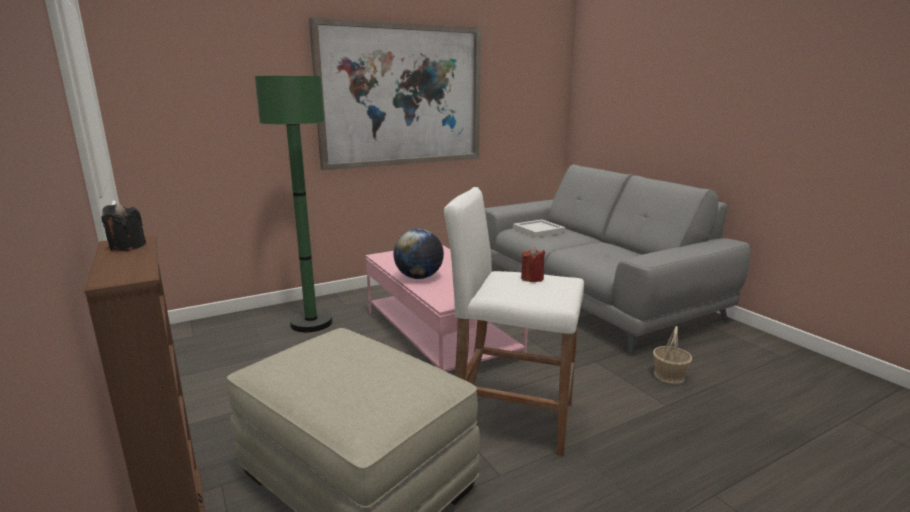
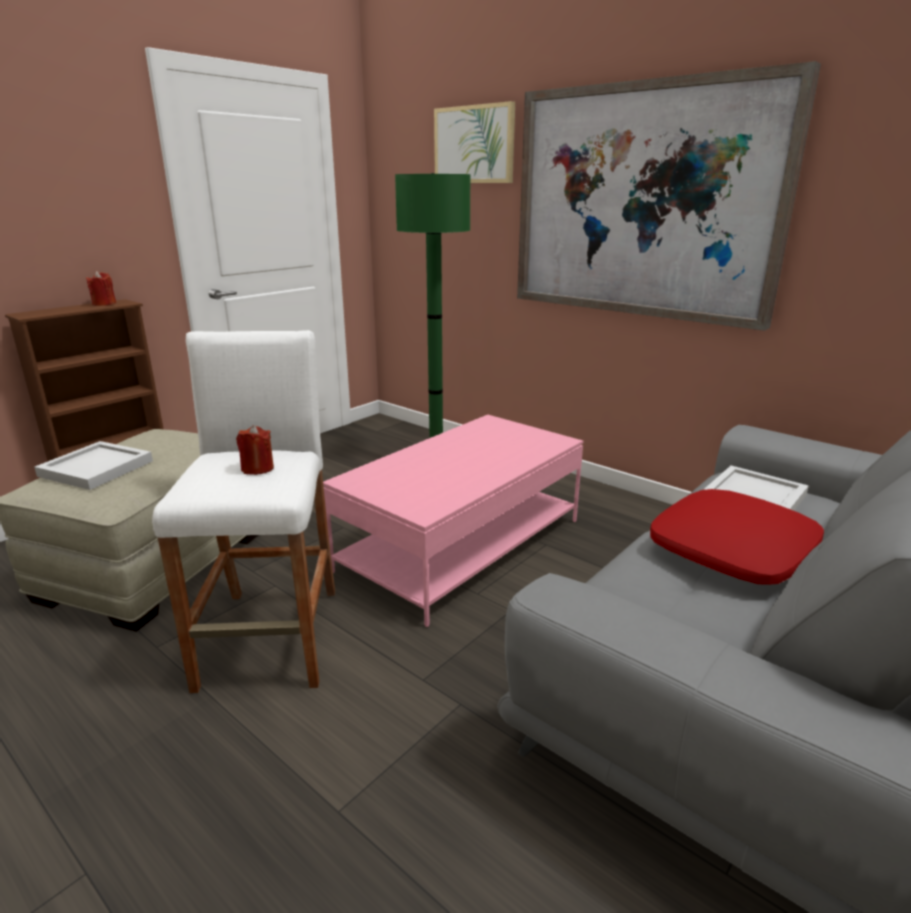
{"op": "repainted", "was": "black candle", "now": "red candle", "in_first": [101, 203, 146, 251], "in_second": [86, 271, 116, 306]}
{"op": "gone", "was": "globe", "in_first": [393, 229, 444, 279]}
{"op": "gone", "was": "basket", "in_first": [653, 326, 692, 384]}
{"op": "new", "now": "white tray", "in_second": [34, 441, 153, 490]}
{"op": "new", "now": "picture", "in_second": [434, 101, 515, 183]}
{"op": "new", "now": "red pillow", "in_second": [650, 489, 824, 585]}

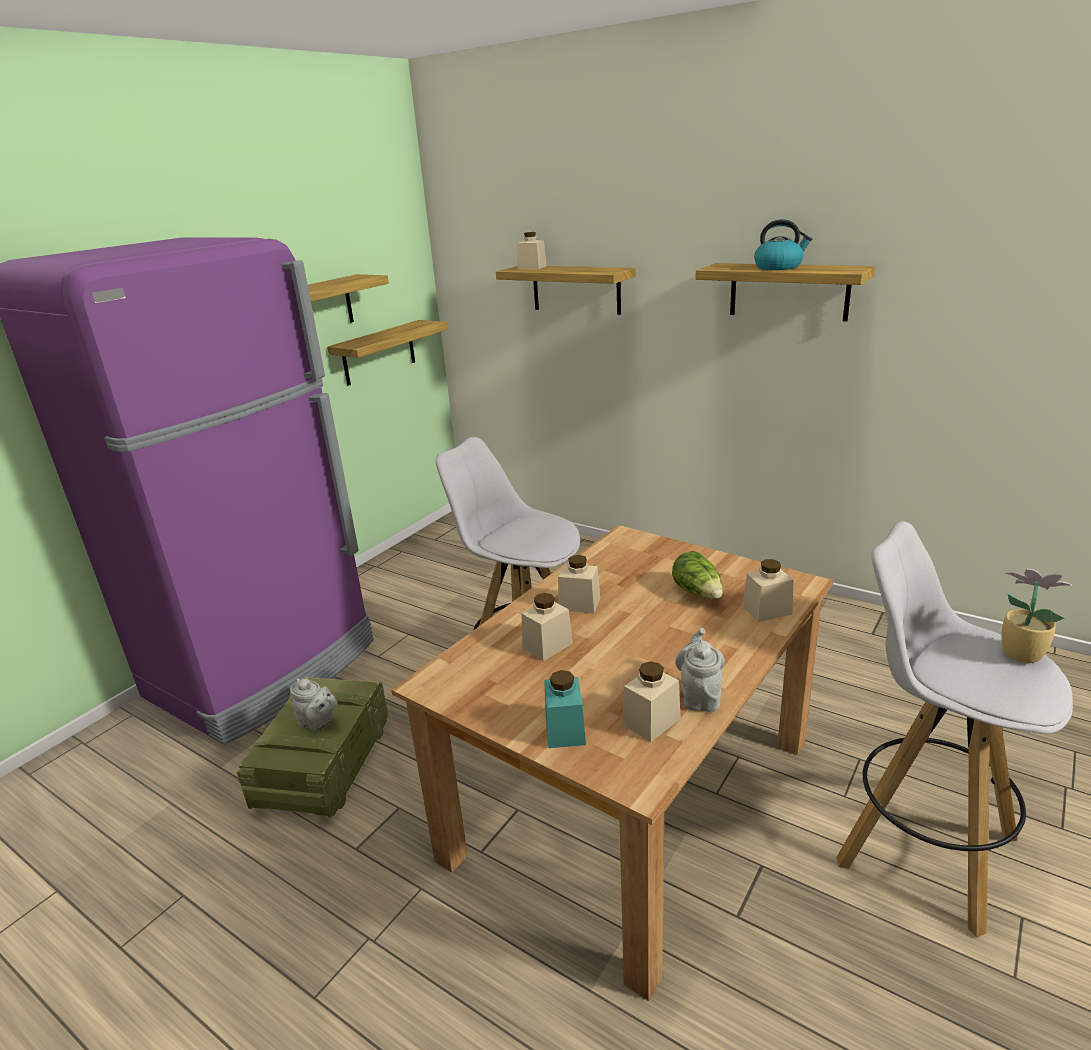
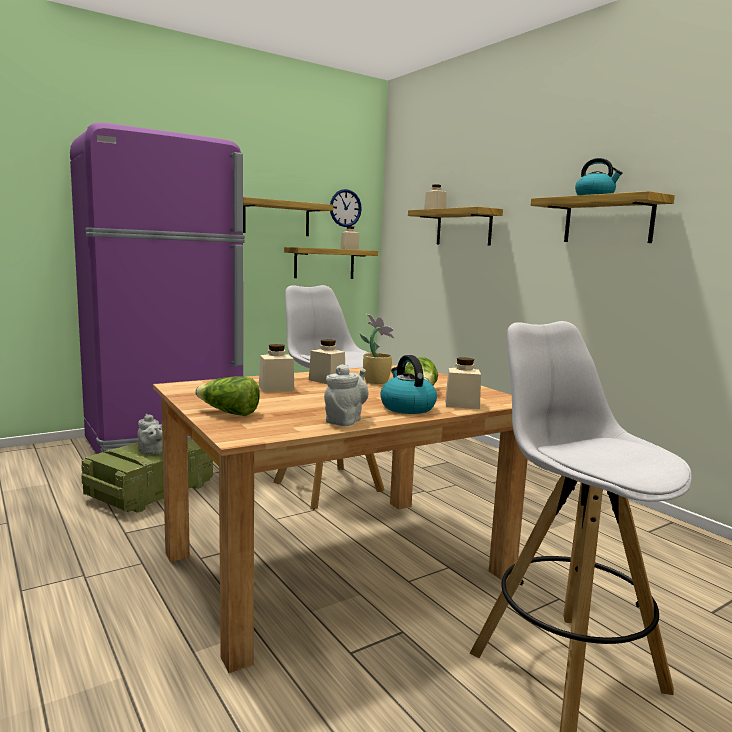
{"op": "swapped", "was": "turquoise jar", "now": "lettuce", "in_first": [544, 670, 586, 748], "in_second": [195, 376, 260, 416]}
{"op": "shifted", "was": "beige jar", "in_first": [622, 661, 681, 742], "in_second": [340, 226, 359, 250]}
{"op": "shifted", "was": "potted plant", "in_first": [1001, 569, 1072, 663], "in_second": [360, 314, 394, 384]}
{"op": "new", "now": "wall clock", "in_second": [330, 189, 362, 227]}
{"op": "new", "now": "kettle", "in_second": [381, 355, 437, 414]}

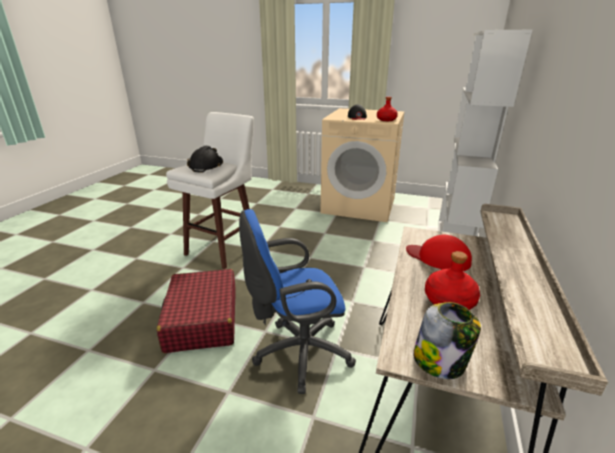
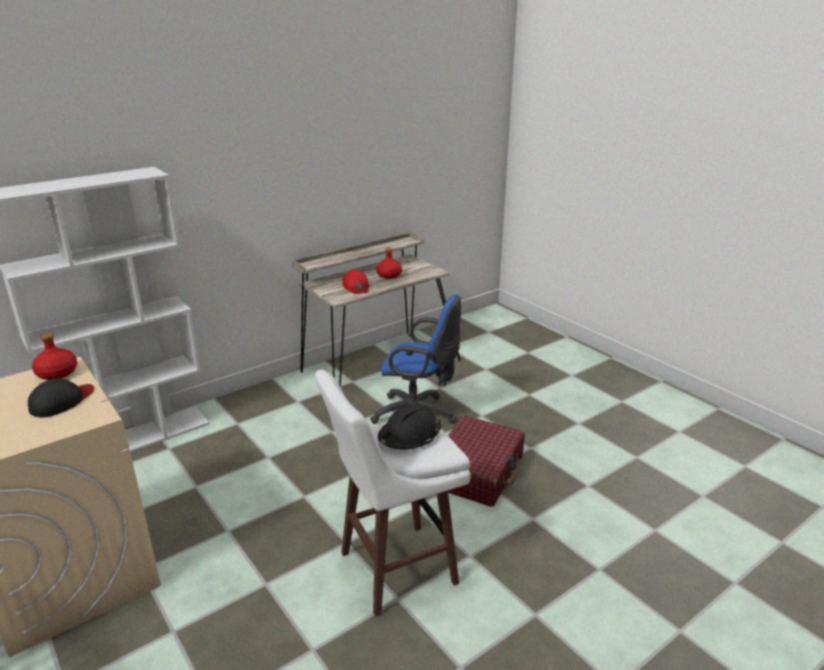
{"op": "gone", "was": "jar", "in_first": [413, 302, 481, 379]}

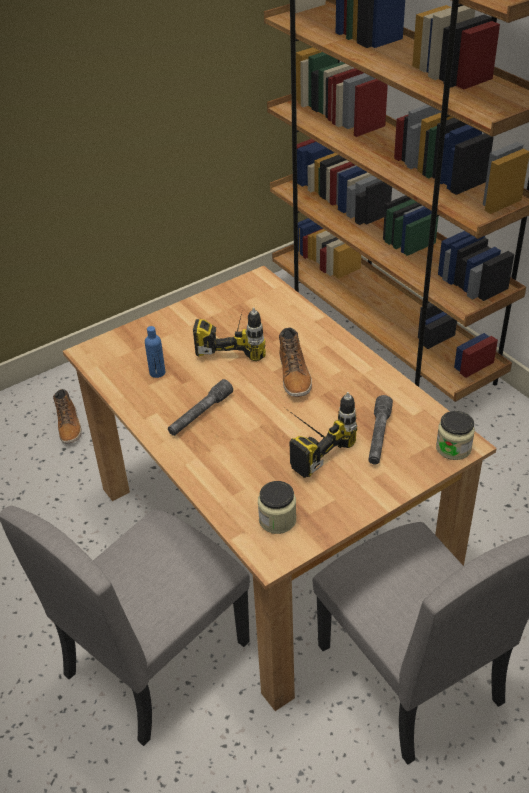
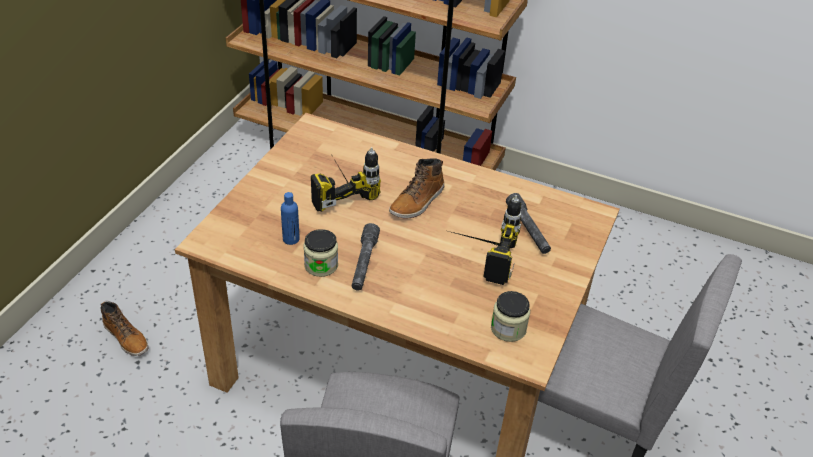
{"op": "rotated", "was": "boot", "in_first": [279, 327, 312, 397], "in_second": [389, 158, 444, 219], "clockwise": 75}
{"op": "shifted", "was": "jar", "in_first": [436, 411, 475, 460], "in_second": [304, 229, 338, 277]}

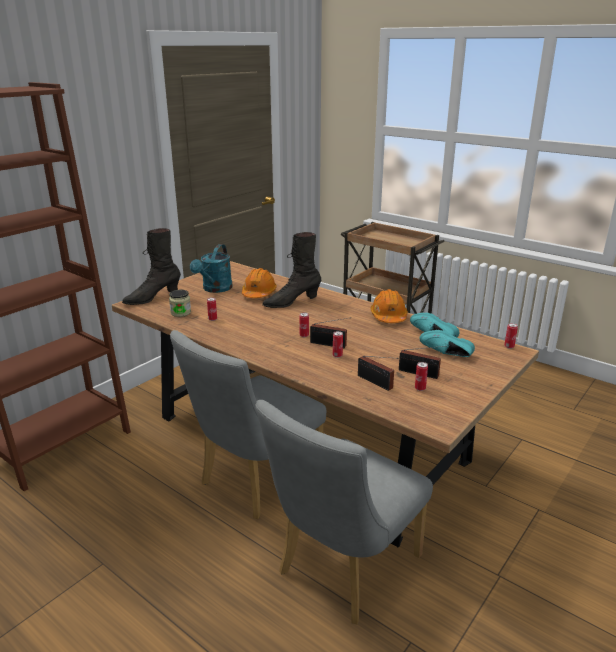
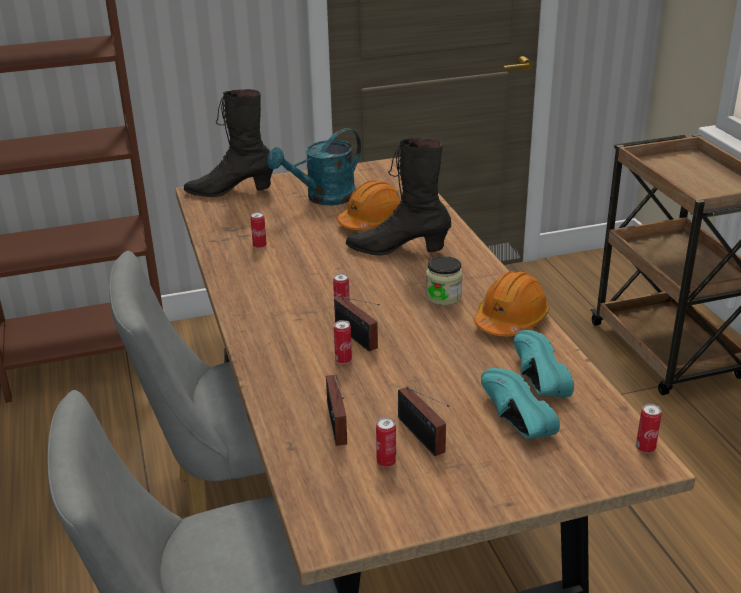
{"op": "shifted", "was": "jar", "in_first": [169, 290, 191, 317], "in_second": [426, 256, 463, 306]}

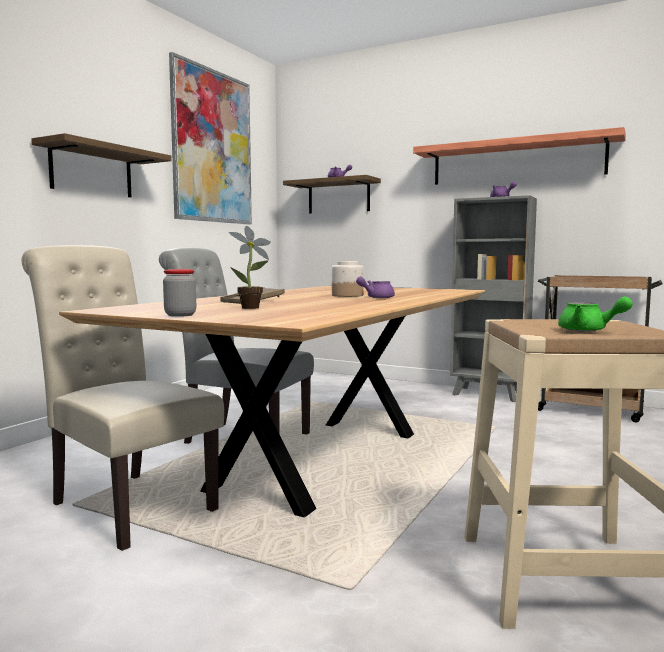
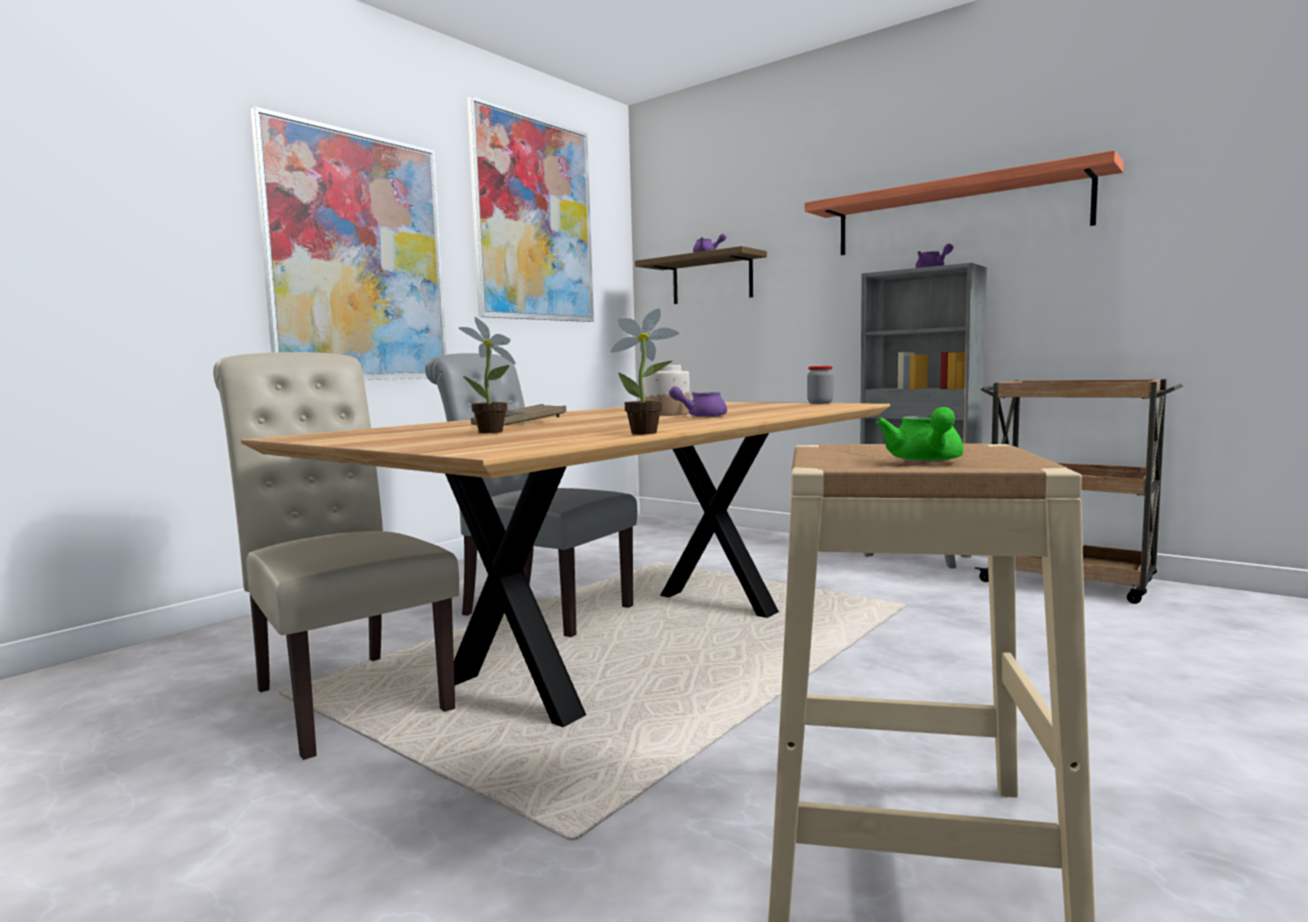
{"op": "swapped", "was": "shelf", "now": "picture", "in_first": [31, 133, 172, 197], "in_second": [251, 106, 447, 380]}
{"op": "shifted", "was": "jar", "in_first": [163, 269, 196, 317], "in_second": [807, 366, 833, 404]}
{"op": "rotated", "was": "green teapot", "in_first": [558, 297, 633, 331], "in_second": [876, 407, 963, 462], "clockwise": 45}
{"op": "new", "now": "potted plant", "in_second": [611, 308, 680, 434]}

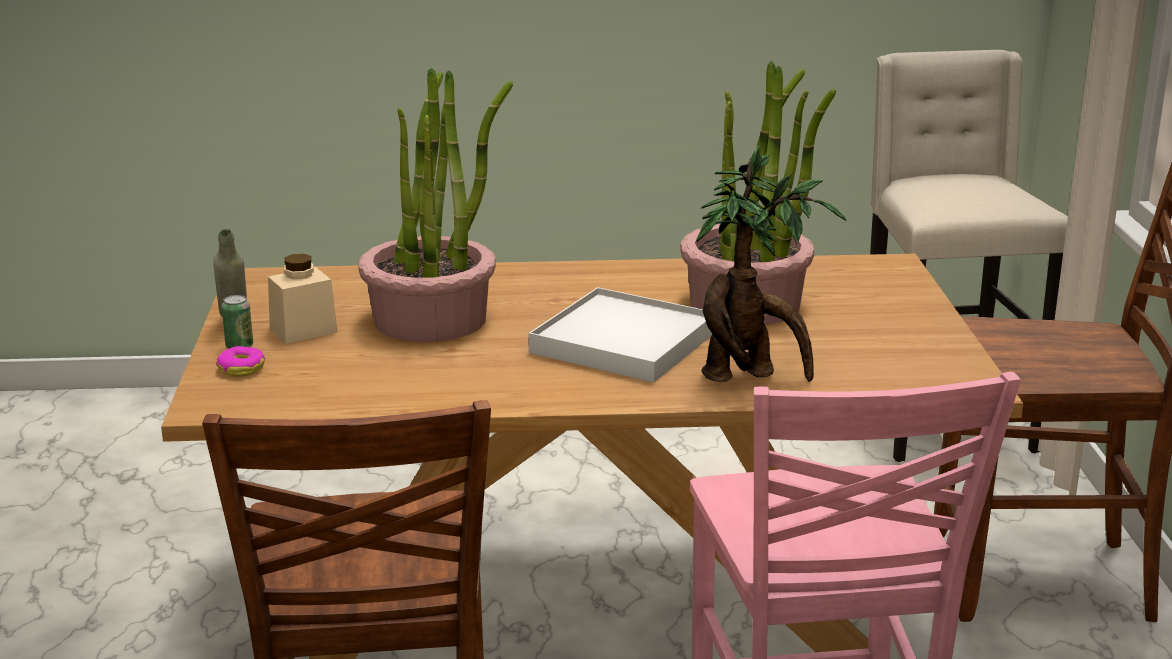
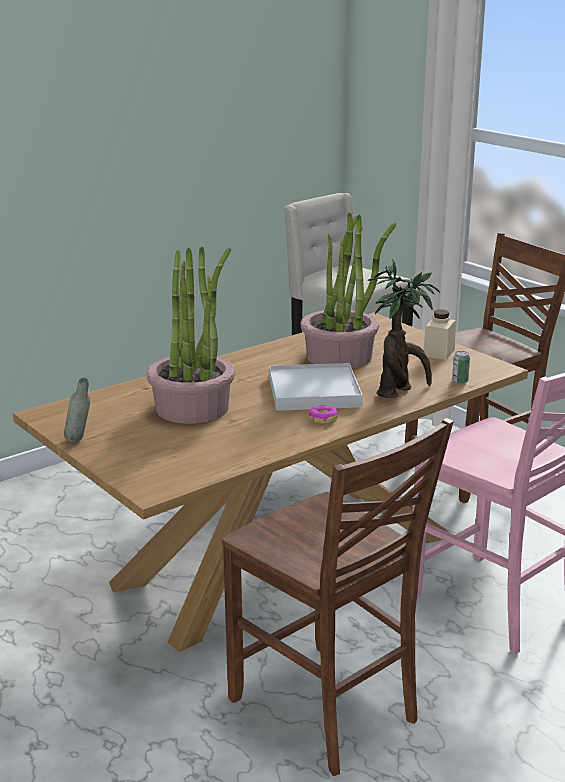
{"op": "shifted", "was": "donut", "in_first": [216, 346, 265, 376], "in_second": [308, 405, 338, 424]}
{"op": "shifted", "was": "can", "in_first": [222, 295, 253, 349], "in_second": [452, 351, 470, 384]}
{"op": "shifted", "was": "beige jar", "in_first": [268, 254, 338, 344], "in_second": [423, 310, 456, 360]}

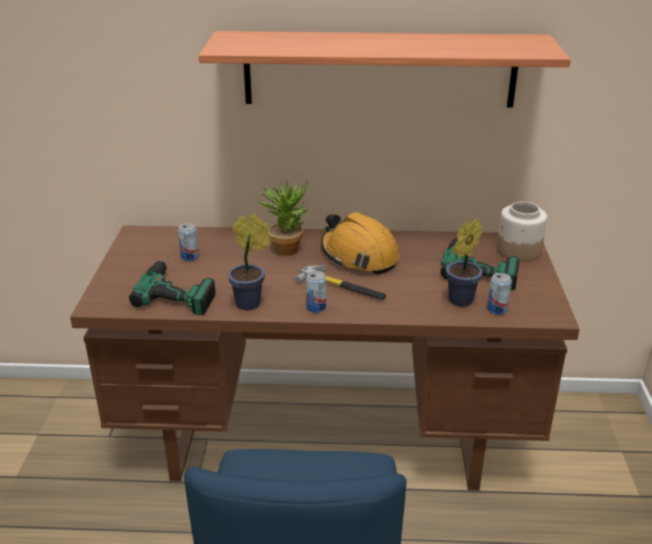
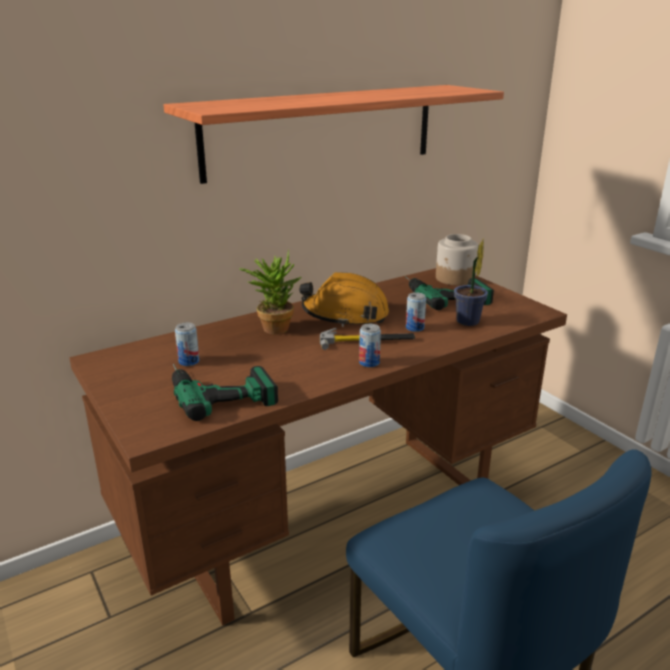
{"op": "gone", "was": "potted plant", "in_first": [228, 214, 271, 310]}
{"op": "shifted", "was": "can", "in_first": [487, 273, 512, 315], "in_second": [406, 292, 426, 332]}

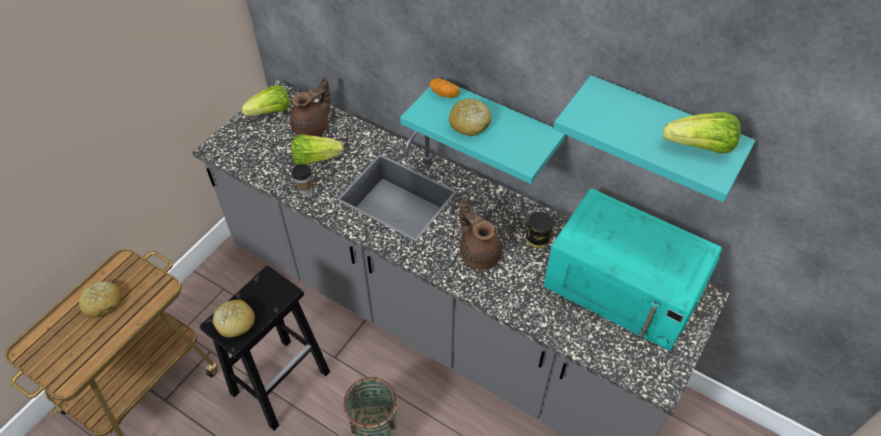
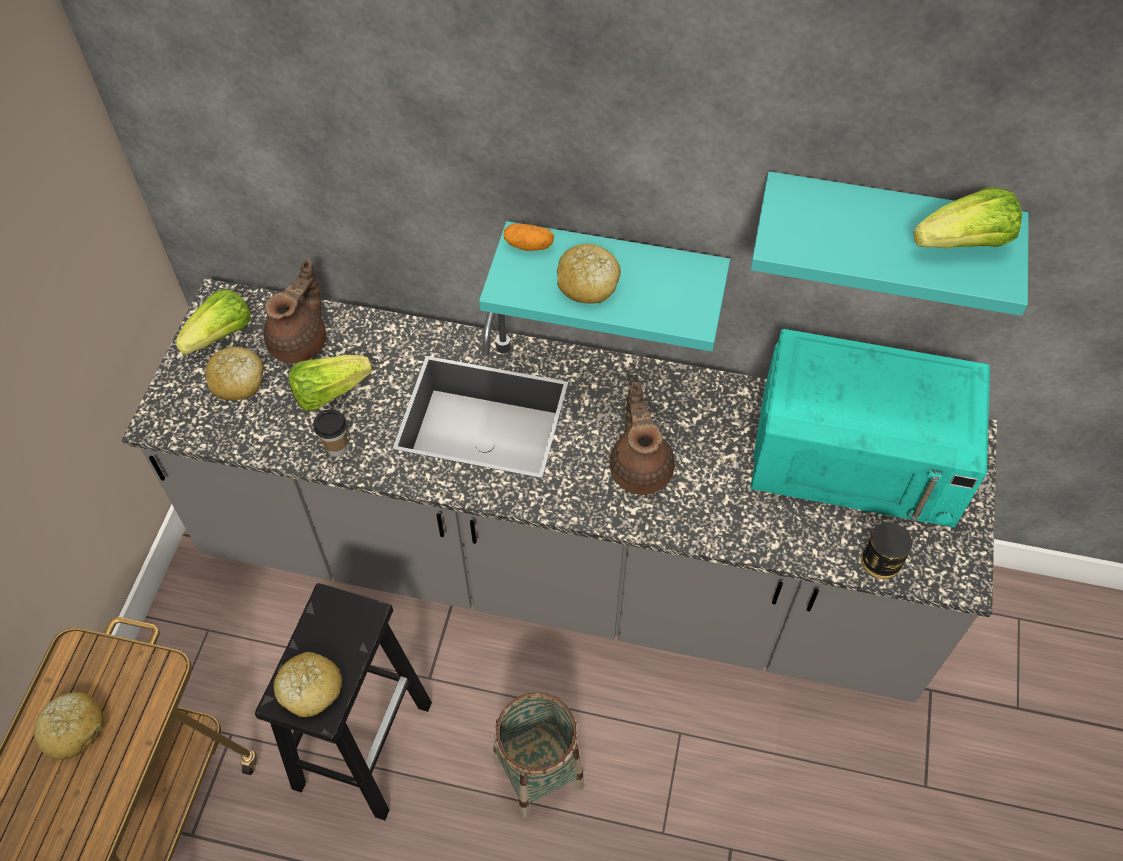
{"op": "rotated", "was": "brown teapot", "in_first": [460, 199, 502, 270], "in_second": [610, 382, 675, 495], "clockwise": 45}
{"op": "shifted", "was": "can", "in_first": [525, 212, 553, 248], "in_second": [861, 522, 912, 579]}
{"op": "new", "now": "bread", "in_second": [206, 347, 263, 401]}

